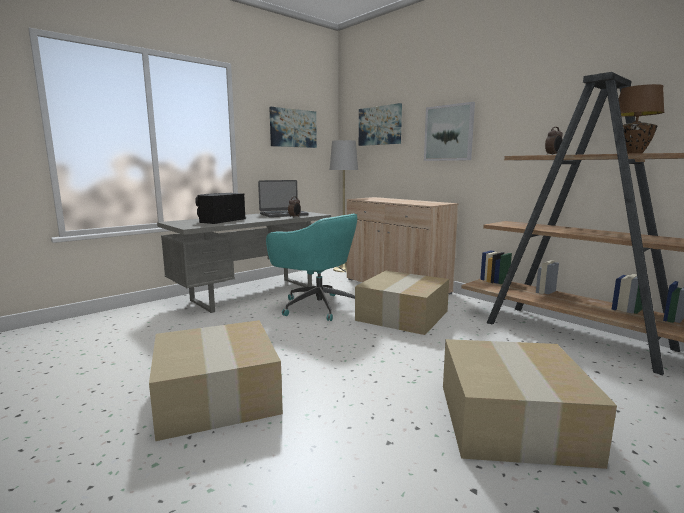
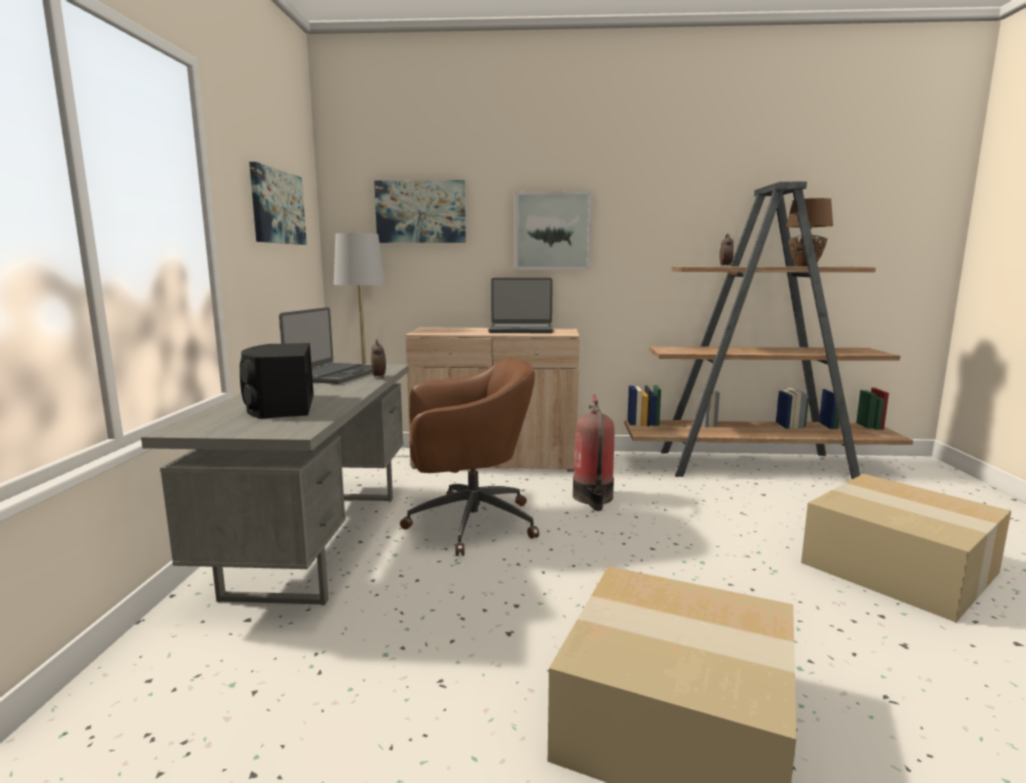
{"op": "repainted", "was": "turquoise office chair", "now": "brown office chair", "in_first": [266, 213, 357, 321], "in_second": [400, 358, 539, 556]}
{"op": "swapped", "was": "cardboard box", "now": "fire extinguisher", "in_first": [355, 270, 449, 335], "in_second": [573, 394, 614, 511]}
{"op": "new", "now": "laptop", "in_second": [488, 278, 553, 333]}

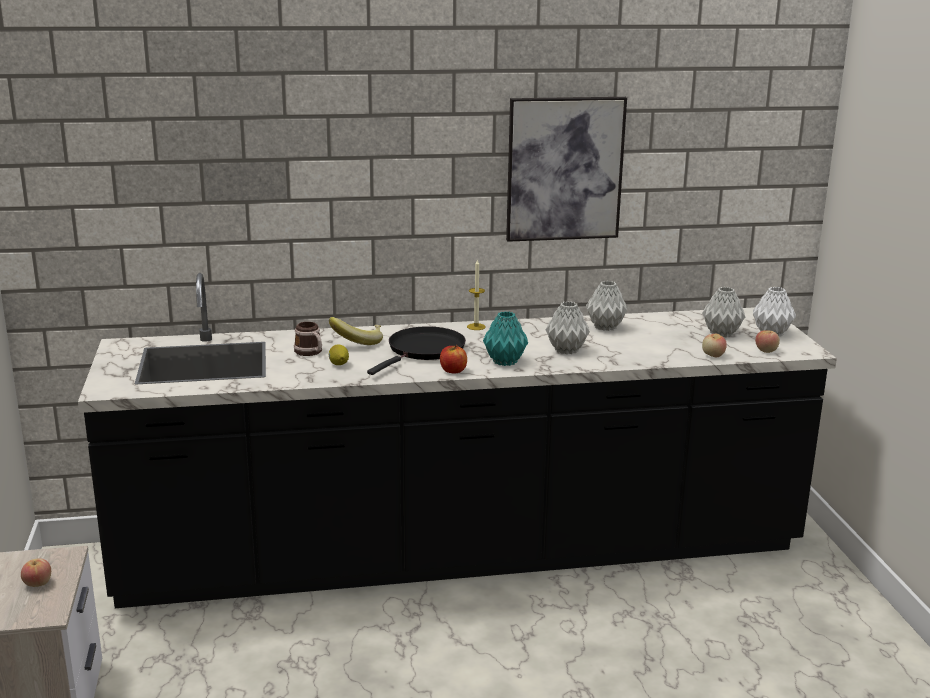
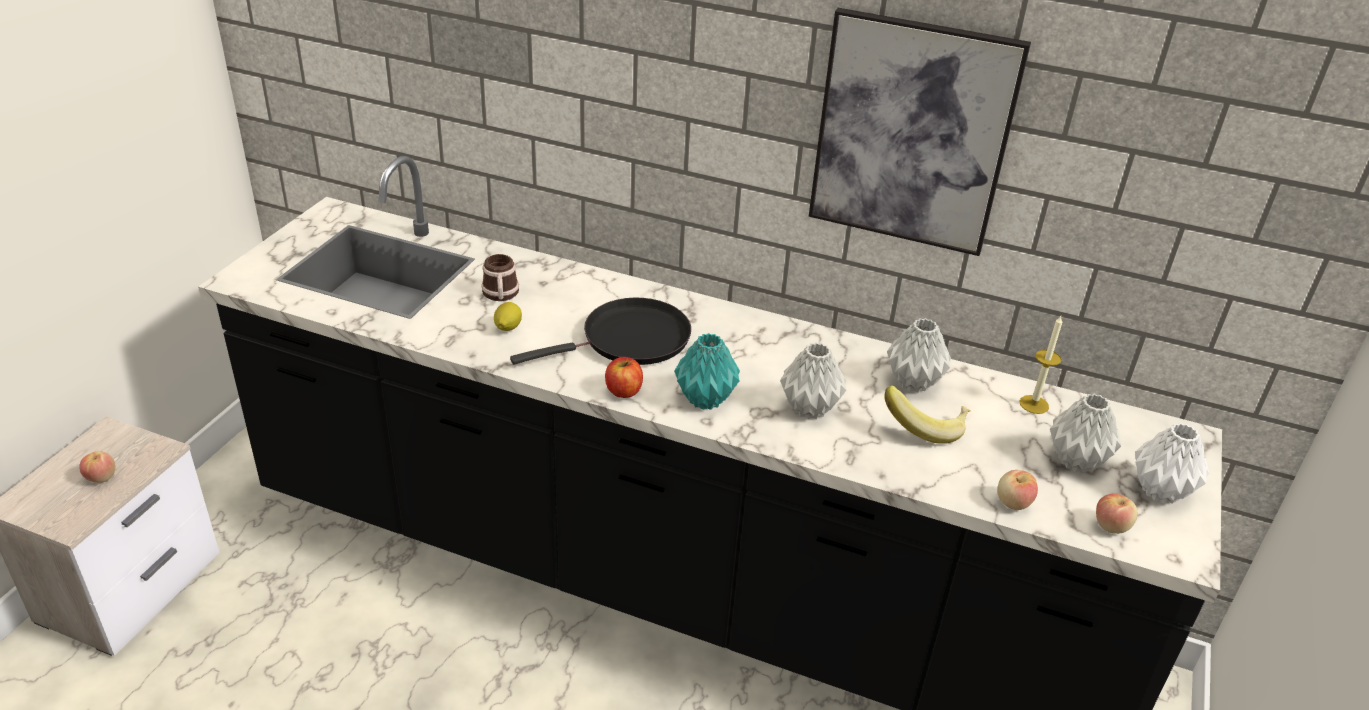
{"op": "shifted", "was": "banana", "in_first": [329, 317, 383, 345], "in_second": [884, 385, 971, 444]}
{"op": "shifted", "was": "candle", "in_first": [467, 259, 486, 330], "in_second": [1019, 316, 1062, 414]}

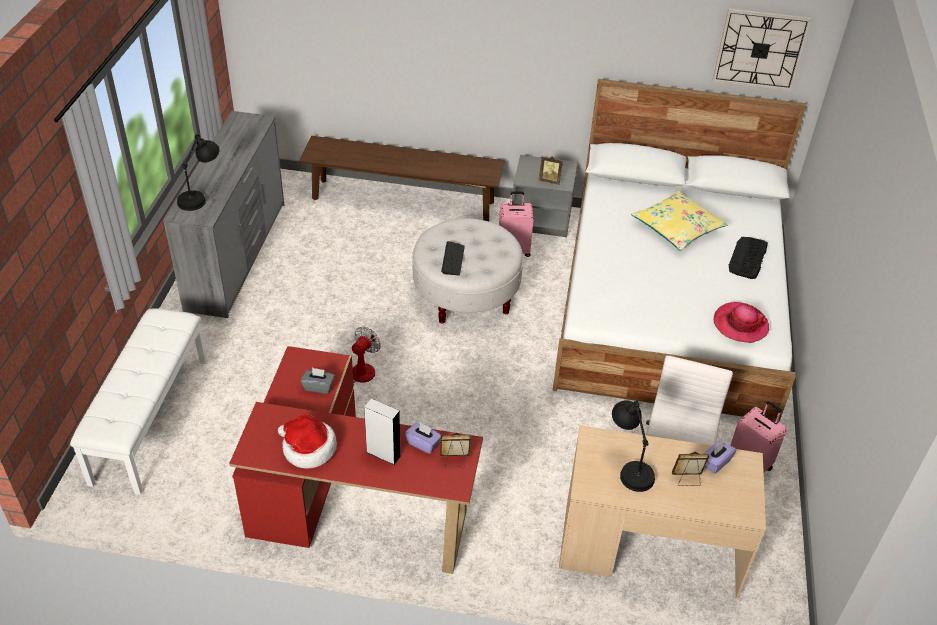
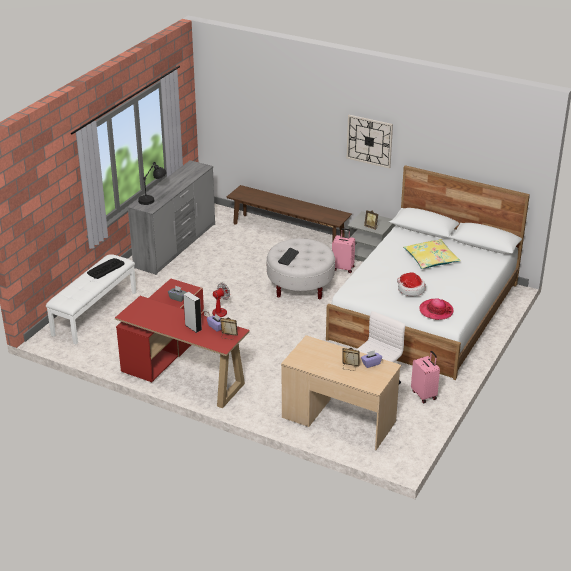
{"op": "shifted", "was": "hat", "in_first": [278, 414, 337, 468], "in_second": [397, 272, 426, 297]}
{"op": "gone", "was": "black table lamp", "in_first": [612, 400, 655, 492]}
{"op": "shifted", "was": "wall clock", "in_first": [712, 8, 812, 91], "in_second": [347, 115, 393, 169]}
{"op": "shifted", "was": "keyboard", "in_first": [729, 237, 768, 279], "in_second": [87, 258, 125, 279]}

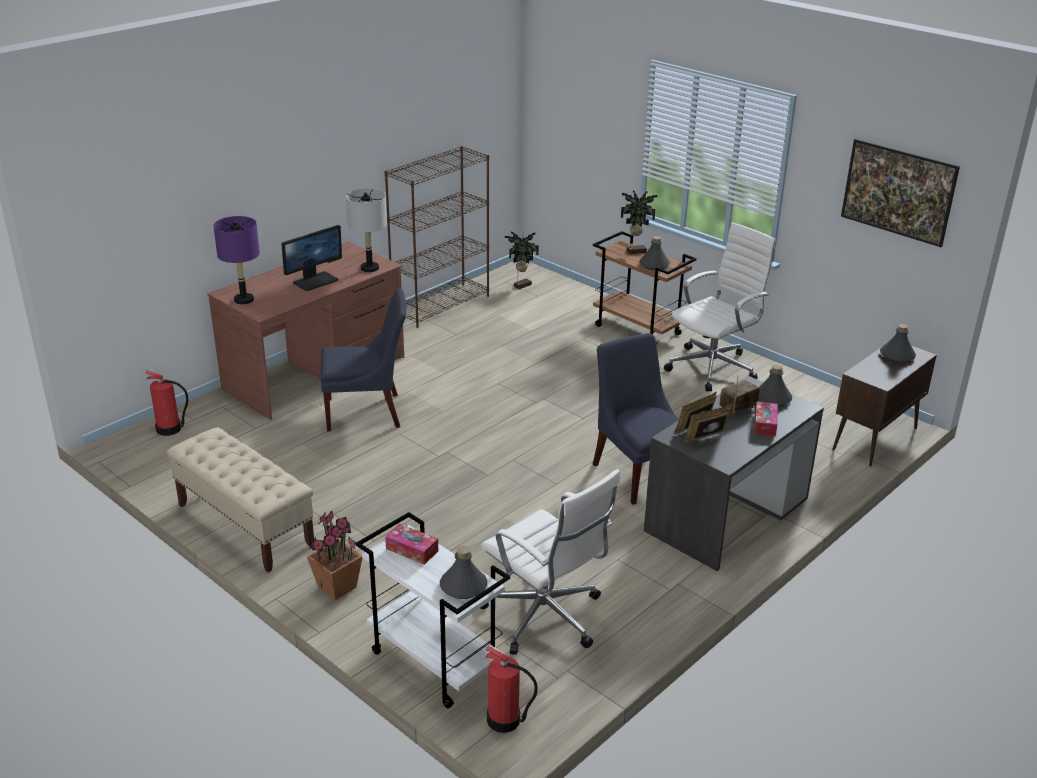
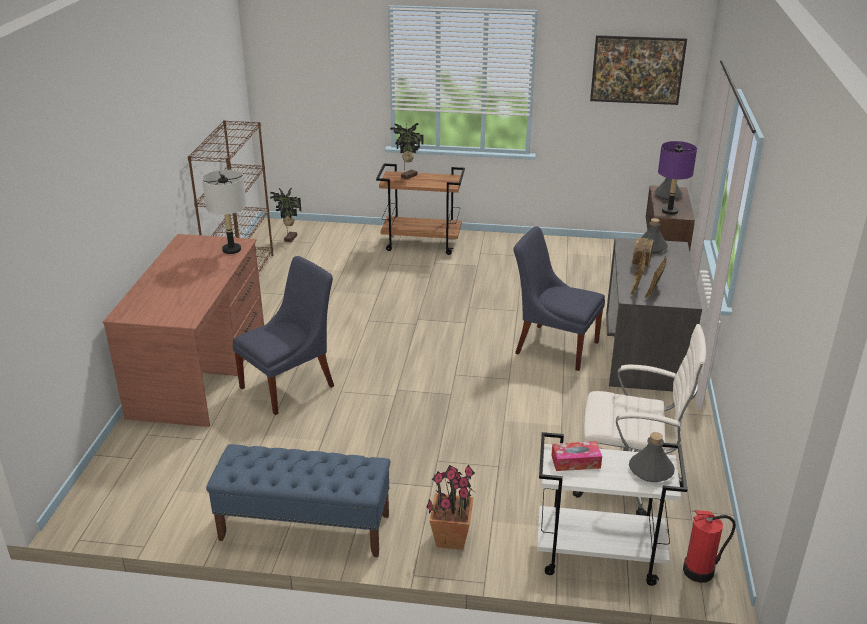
{"op": "gone", "was": "fire extinguisher", "in_first": [145, 371, 188, 436]}
{"op": "repainted", "was": "beige bench", "now": "blue bench", "in_first": [167, 427, 314, 573], "in_second": [206, 444, 390, 557]}
{"op": "shifted", "was": "purple table lamp", "in_first": [213, 216, 260, 304], "in_second": [658, 141, 697, 215]}
{"op": "gone", "was": "monitor", "in_first": [281, 225, 342, 291]}
{"op": "gone", "was": "grey bottle", "in_first": [639, 236, 670, 270]}
{"op": "gone", "was": "white office chair", "in_first": [664, 222, 776, 391]}
{"op": "gone", "was": "tissue box", "in_first": [754, 401, 778, 436]}

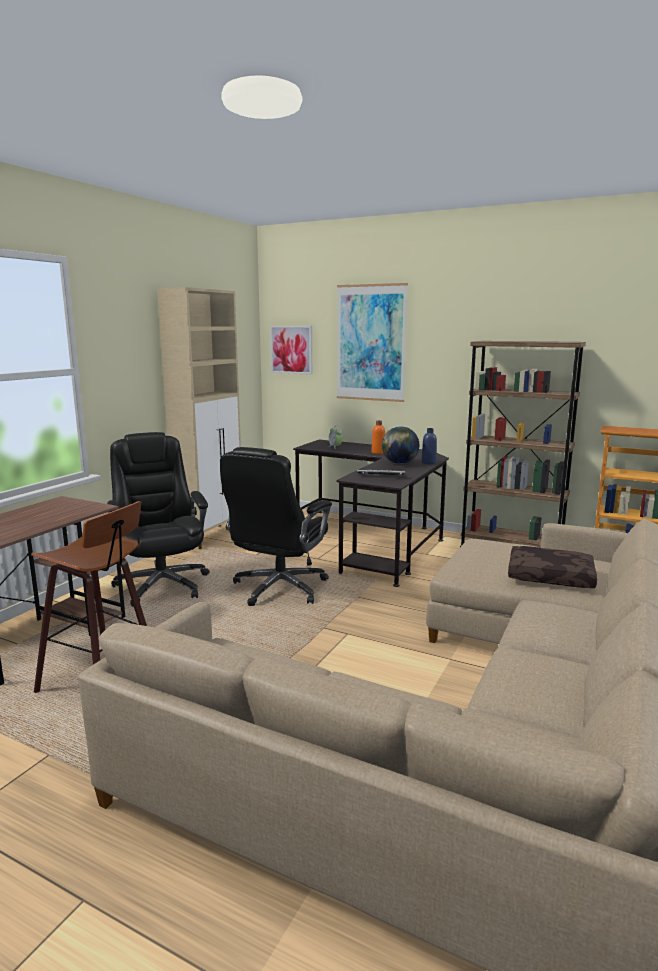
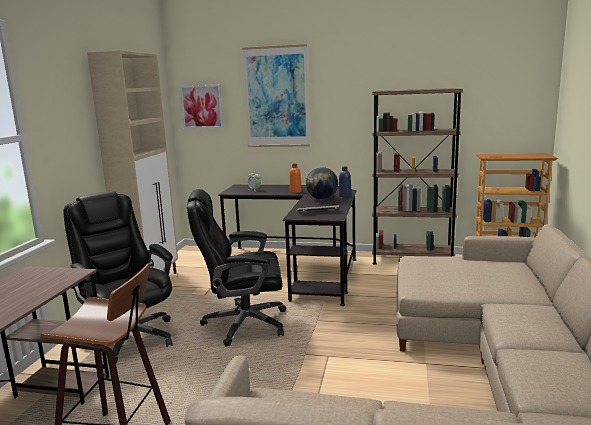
{"op": "rotated", "was": "black office chair", "in_first": [220, 447, 332, 606], "in_second": [187, 189, 286, 347], "clockwise": 75}
{"op": "gone", "was": "brown pillow", "in_first": [508, 546, 597, 588]}

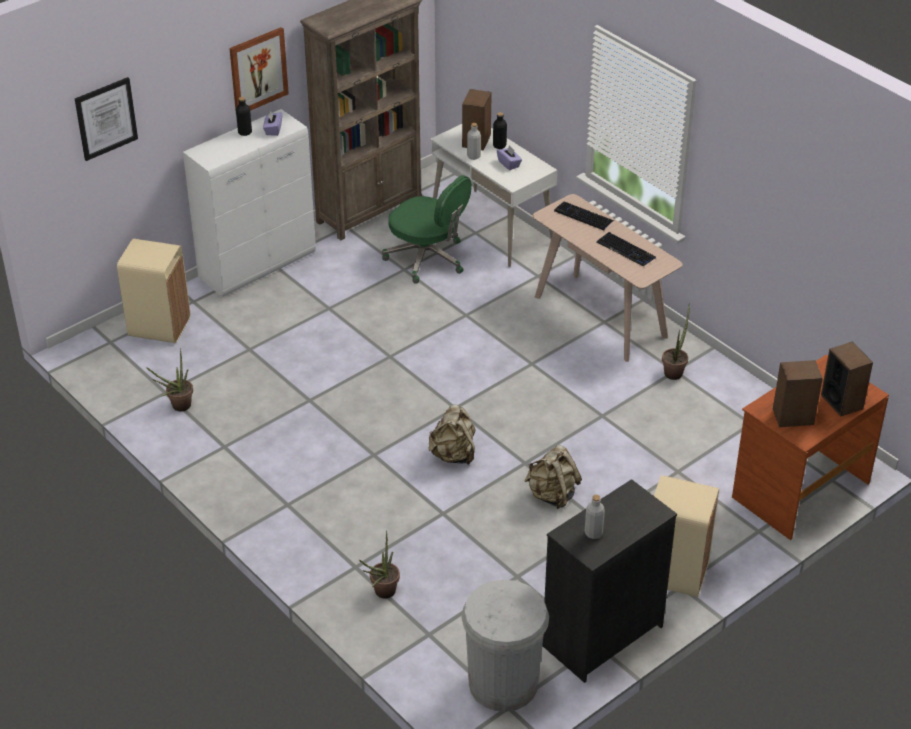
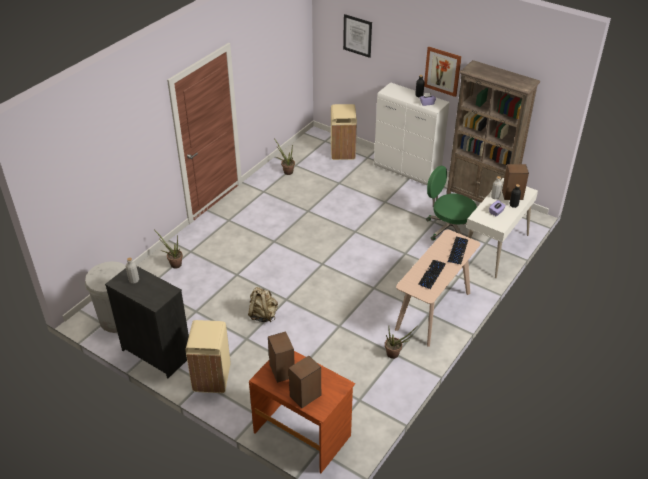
{"op": "rotated", "was": "green office chair", "in_first": [382, 175, 472, 284], "in_second": [426, 166, 477, 241], "clockwise": 105}
{"op": "gone", "was": "beige backpack", "in_first": [429, 404, 475, 465]}

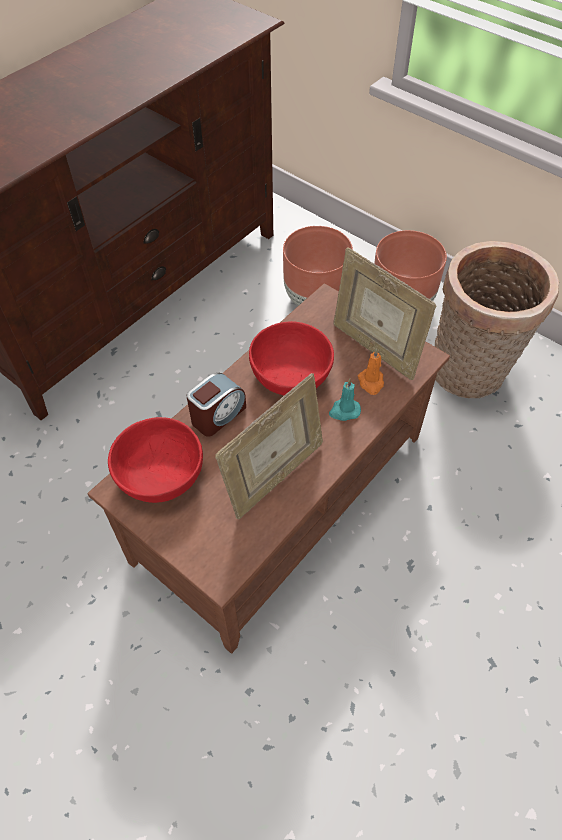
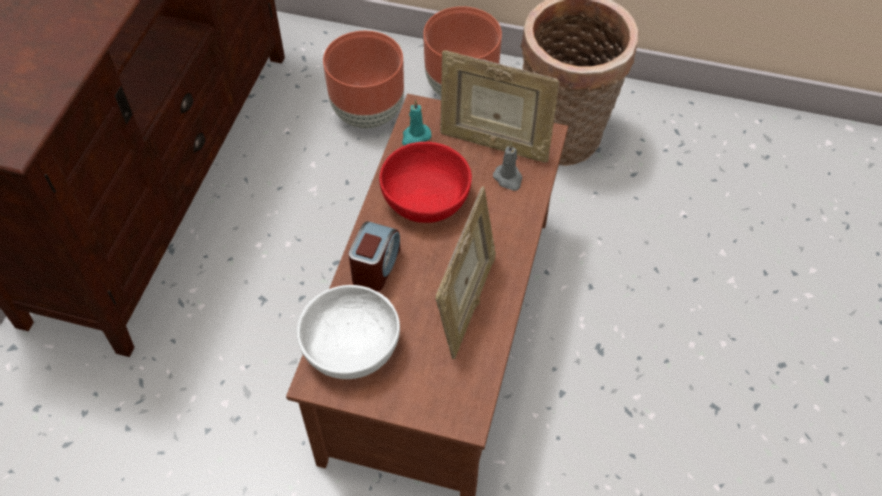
{"op": "repainted", "was": "red bowl", "now": "white bowl", "in_first": [108, 417, 203, 503], "in_second": [296, 285, 400, 379]}
{"op": "shifted", "was": "turquoise candle", "in_first": [329, 379, 361, 421], "in_second": [402, 100, 431, 146]}
{"op": "repainted", "was": "orange candle", "now": "grey candle", "in_first": [358, 348, 384, 395], "in_second": [493, 142, 522, 191]}

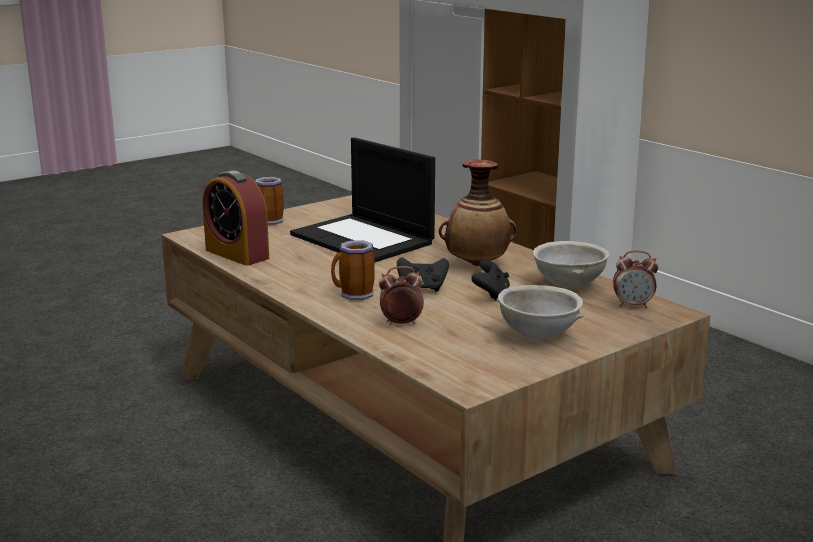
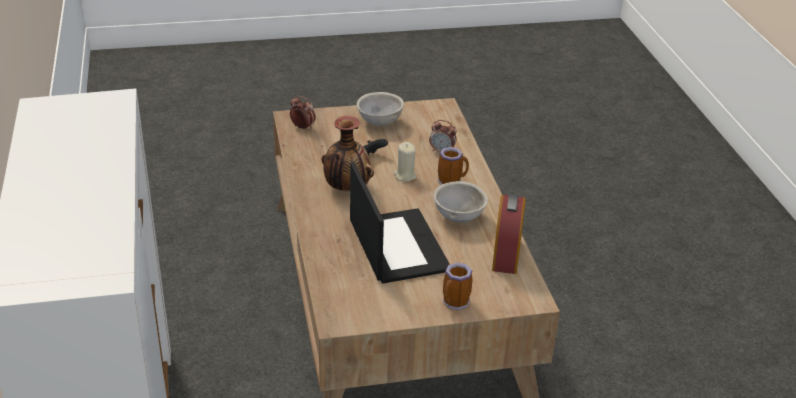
{"op": "rotated", "was": "alarm clock", "in_first": [203, 170, 269, 266], "in_second": [492, 194, 526, 274], "clockwise": -150}
{"op": "swapped", "was": "black game controller", "now": "beige candle", "in_first": [397, 257, 449, 292], "in_second": [393, 142, 417, 182]}
{"op": "shifted", "was": "grey bowl", "in_first": [533, 241, 610, 289], "in_second": [434, 181, 488, 222]}

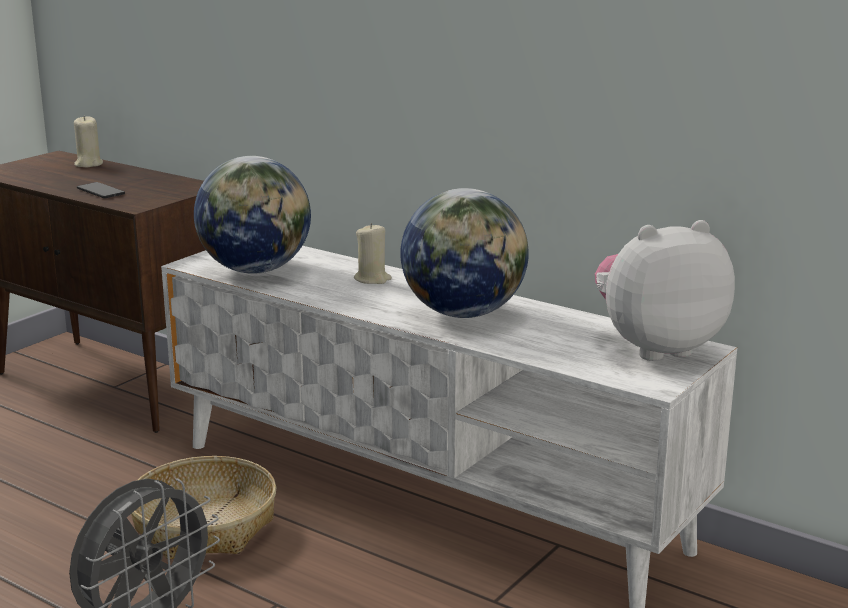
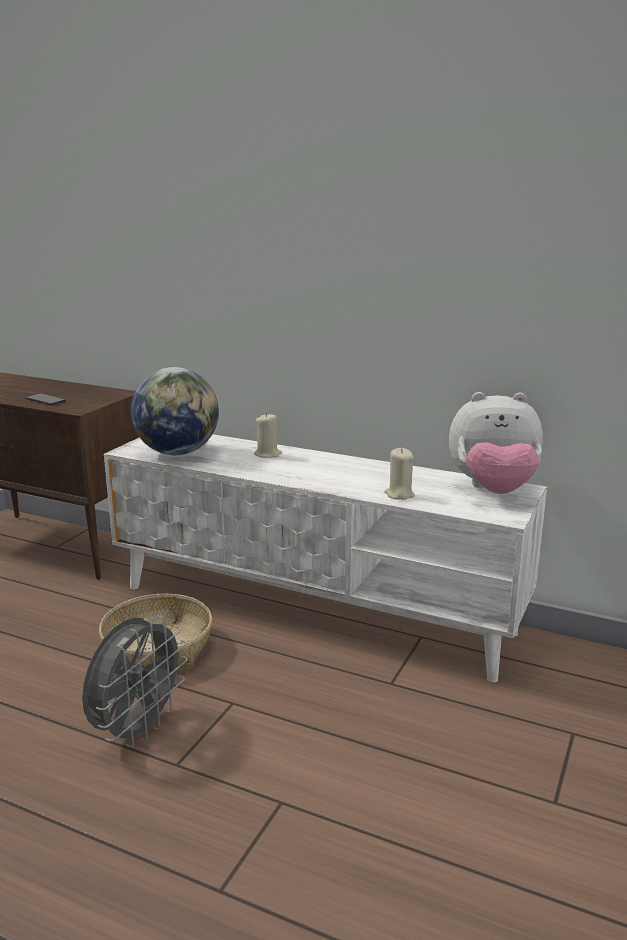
{"op": "shifted", "was": "beige candle", "in_first": [74, 116, 103, 168], "in_second": [384, 448, 415, 500]}
{"op": "gone", "was": "globe", "in_first": [400, 188, 529, 318]}
{"op": "rotated", "was": "plush toy", "in_first": [595, 220, 735, 361], "in_second": [449, 392, 543, 494], "clockwise": -150}

